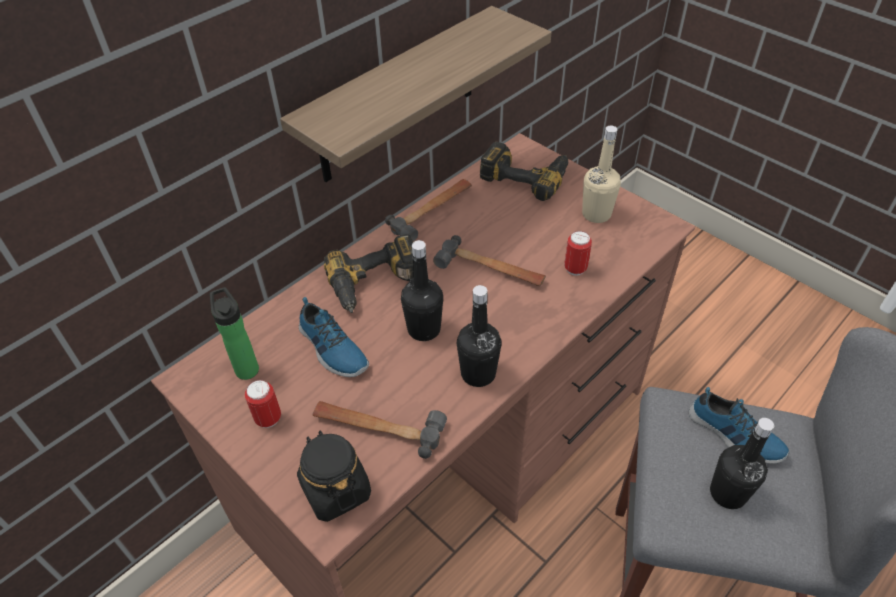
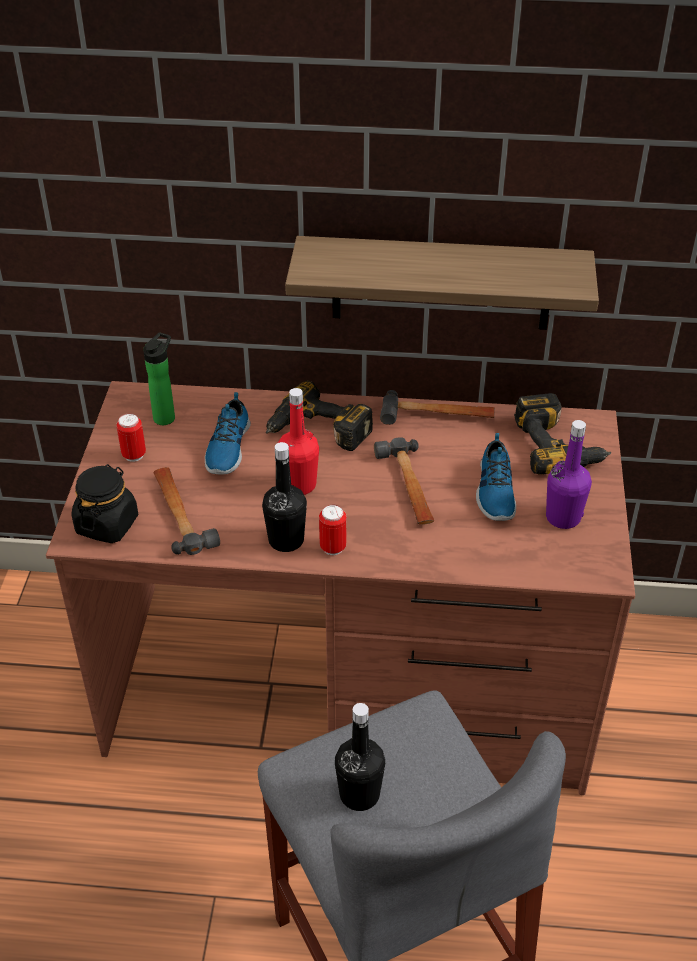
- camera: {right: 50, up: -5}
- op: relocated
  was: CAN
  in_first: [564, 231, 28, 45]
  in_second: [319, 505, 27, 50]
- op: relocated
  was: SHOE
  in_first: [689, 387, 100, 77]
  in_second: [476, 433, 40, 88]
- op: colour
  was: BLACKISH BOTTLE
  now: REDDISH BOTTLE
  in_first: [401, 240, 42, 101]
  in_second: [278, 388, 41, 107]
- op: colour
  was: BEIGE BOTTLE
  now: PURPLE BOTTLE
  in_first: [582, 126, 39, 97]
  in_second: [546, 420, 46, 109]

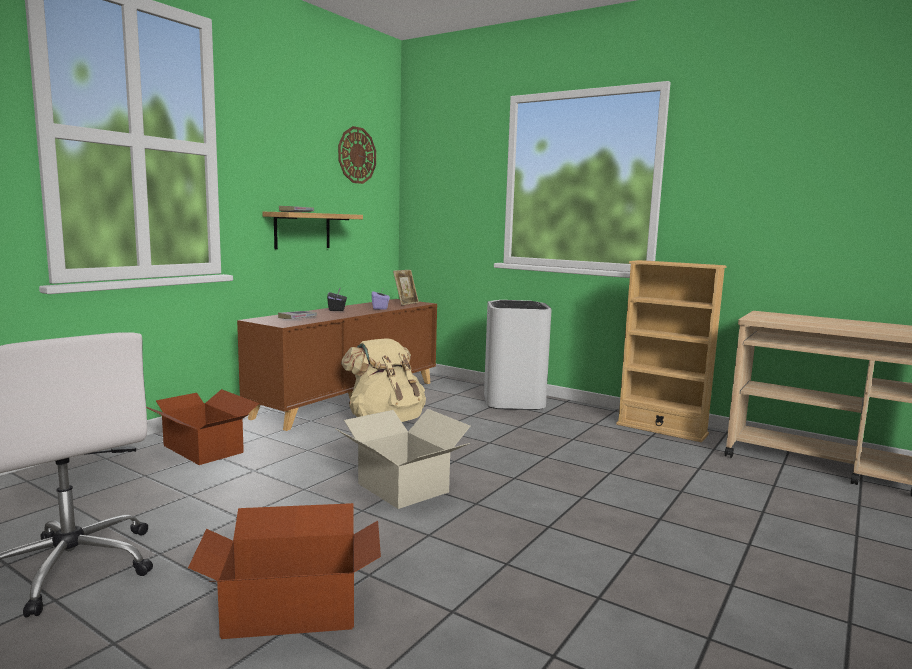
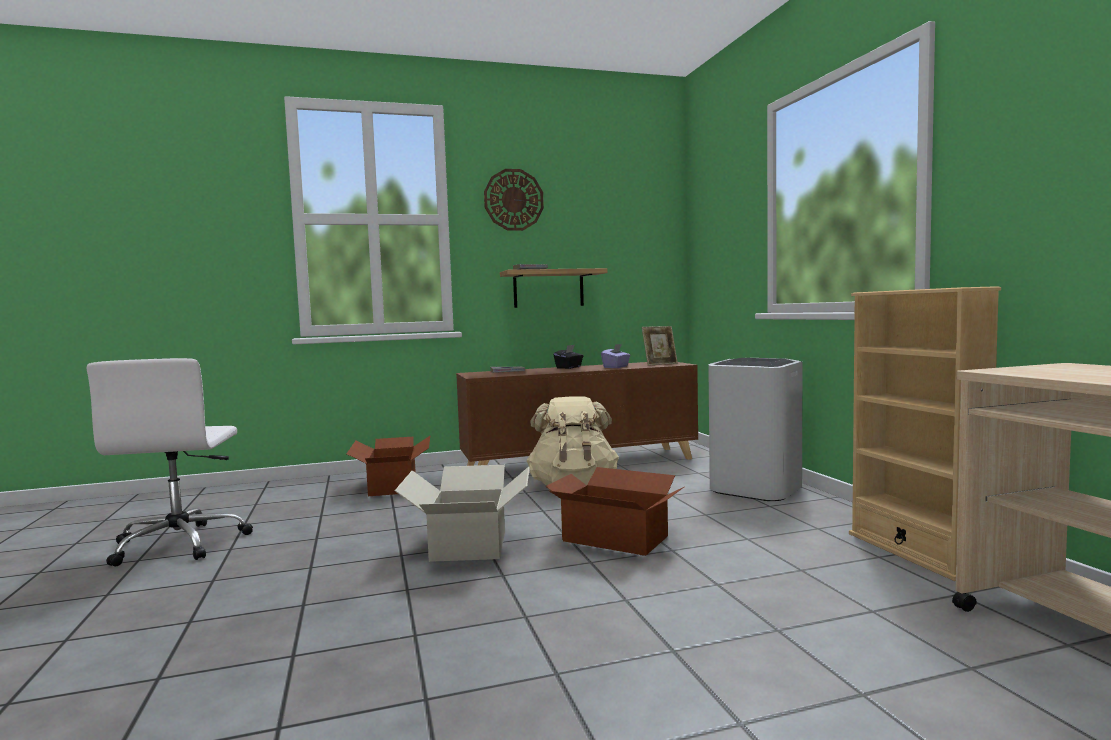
- camera: {right: 40, up: -5}
- op: relocated
  was: PACKING BOX
  in_first: [188, 503, 193, 136]
  in_second: [545, 467, 139, 89]
- op: relocated
  was: CLOCK ON THE WALL
  in_first: [338, 126, 38, 58]
  in_second: [484, 169, 60, 62]

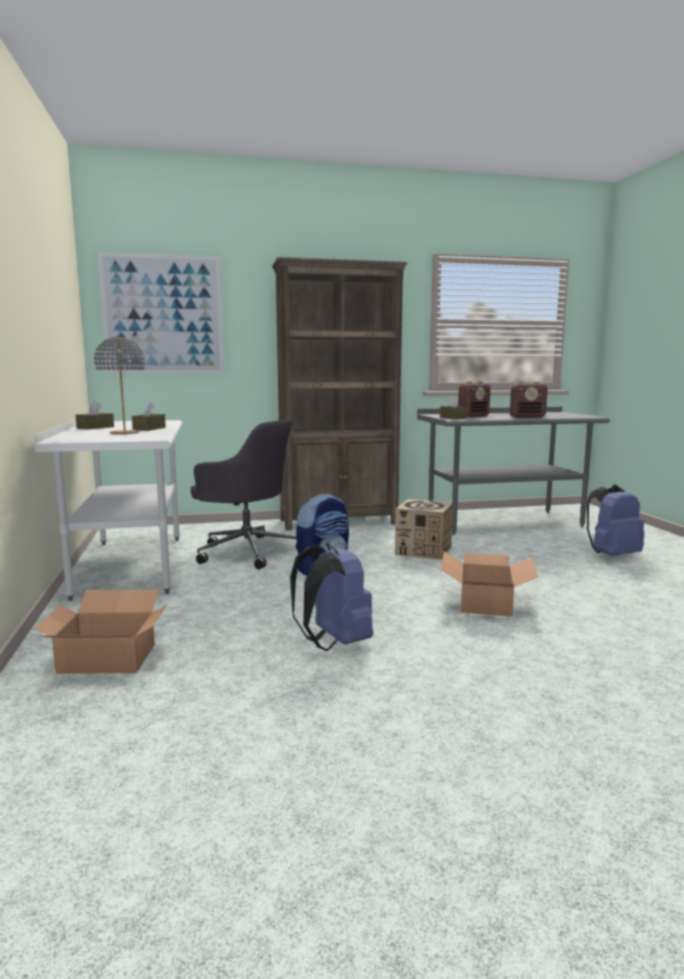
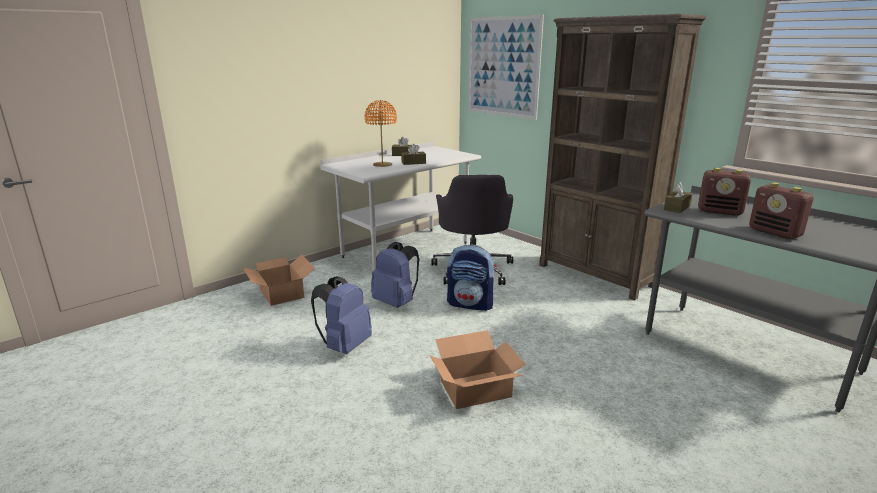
- camera: {right: 60, up: 10}
- op: missing
  was: PACKING BOX
  in_first: [395, 499, 58, 61]
- op: relocated
  was: BLUISH KNAPSACK
  in_first: [587, 484, 57, 72]
  in_second: [371, 242, 48, 66]
- op: colour
  was: GREY TABLE LAMP
  now: ORANGE-COLOURED TABLE LAMP
  in_first: [94, 336, 51, 98]
  in_second: [364, 100, 33, 67]

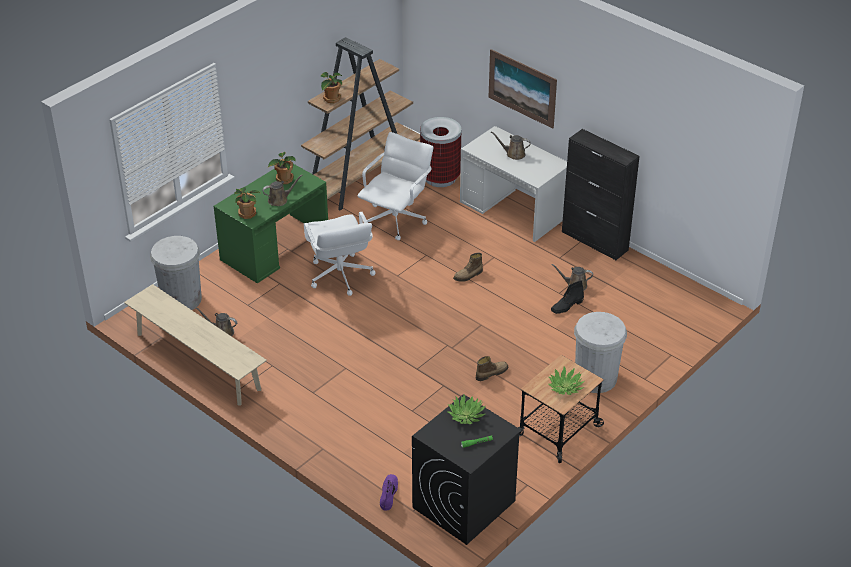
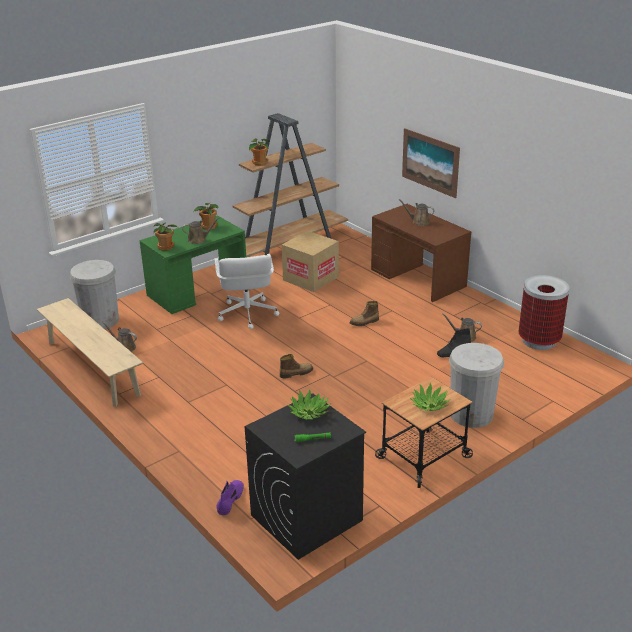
- camera: {right: 10, up: -10}
- op: missing
  was: BLACKISH CUPBOARD
  in_first: [562, 129, 78, 131]
- op: relocated
  was: TRASH CAN
  in_first: [420, 117, 41, 70]
  in_second: [518, 275, 51, 75]
- op: relocated
  was: BOOT
  in_first: [476, 356, 32, 25]
  in_second: [280, 354, 33, 24]
- op: exchanged
  was: WHITE DESK CHAIR
  now: PACKING BOX
  in_first: [357, 132, 76, 108]
  in_second: [282, 231, 57, 61]
- op: colour
  was: WHITE DESK
  now: BROWNISH DESK
  in_first: [460, 126, 107, 116]
  in_second: [371, 204, 100, 98]

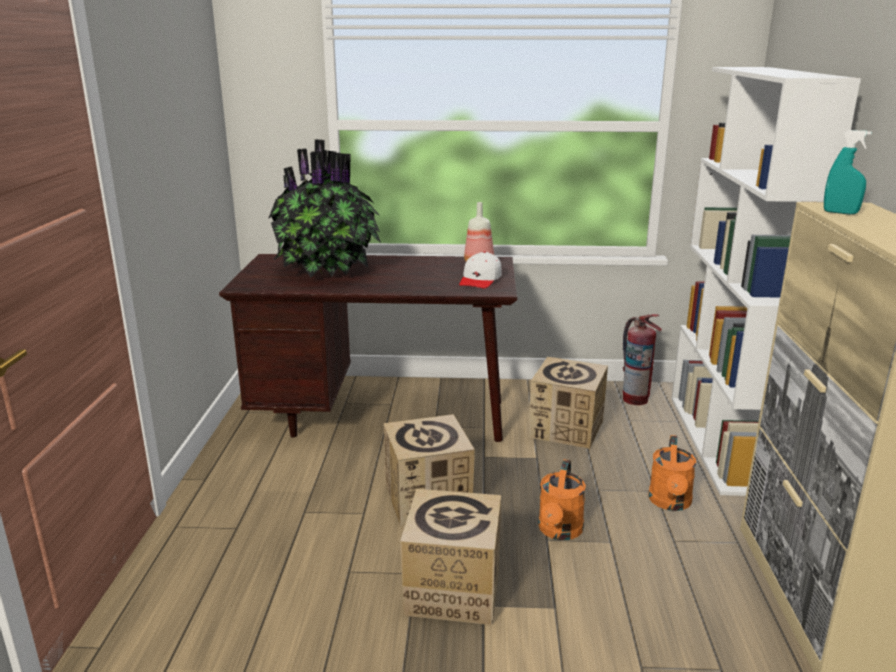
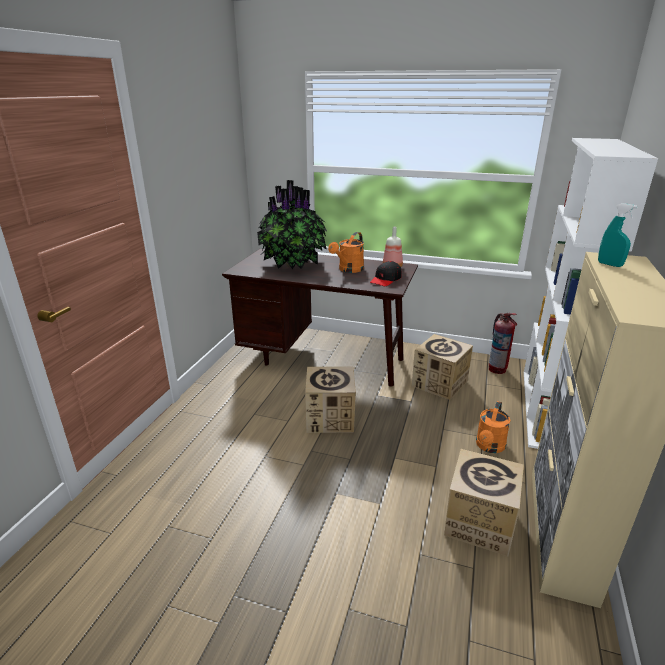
- camera: {right: 15, up: 5}
- op: relocated
  was: PACKING BOX
  in_first: [400, 489, 101, 136]
  in_second: [444, 449, 80, 107]
- op: relocated
  was: ORANGE-COLOURED WATERING CAN
  in_first: [538, 459, 48, 81]
  in_second: [328, 232, 36, 41]
- op: colour
  was: WHITE PEAKED CAP
  now: BLACKISH PEAKED CAP
  in_first: [459, 251, 42, 38]
  in_second: [370, 261, 31, 25]

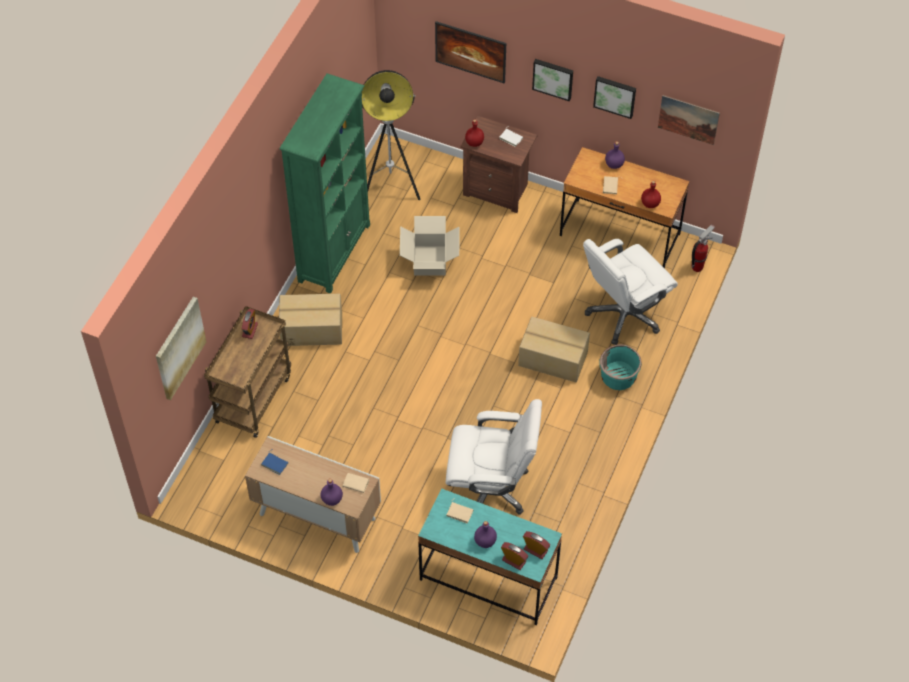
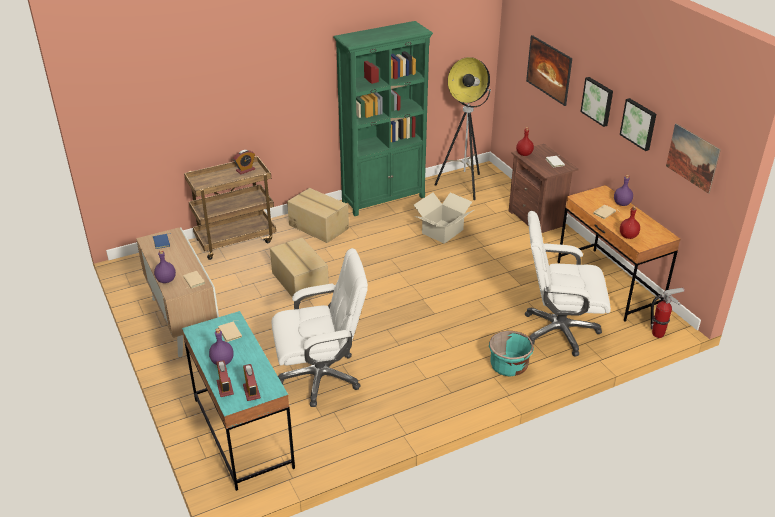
- camera: {right: 40, up: -20}
- op: missing
  was: WALL PICTURE
  in_first: [156, 297, 50, 103]
- op: relocated
  was: PACKING BOX
  in_first: [518, 317, 72, 65]
  in_second: [270, 238, 59, 62]
- op: spun
  was: WHITE DESK CHAIR
  in_first: [446, 399, 96, 116]
  in_second: [271, 248, 97, 159]
  clockwise: -60

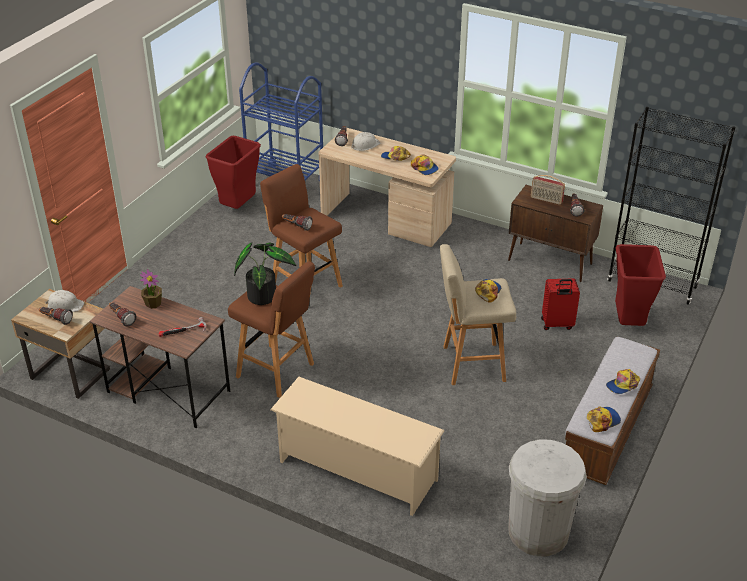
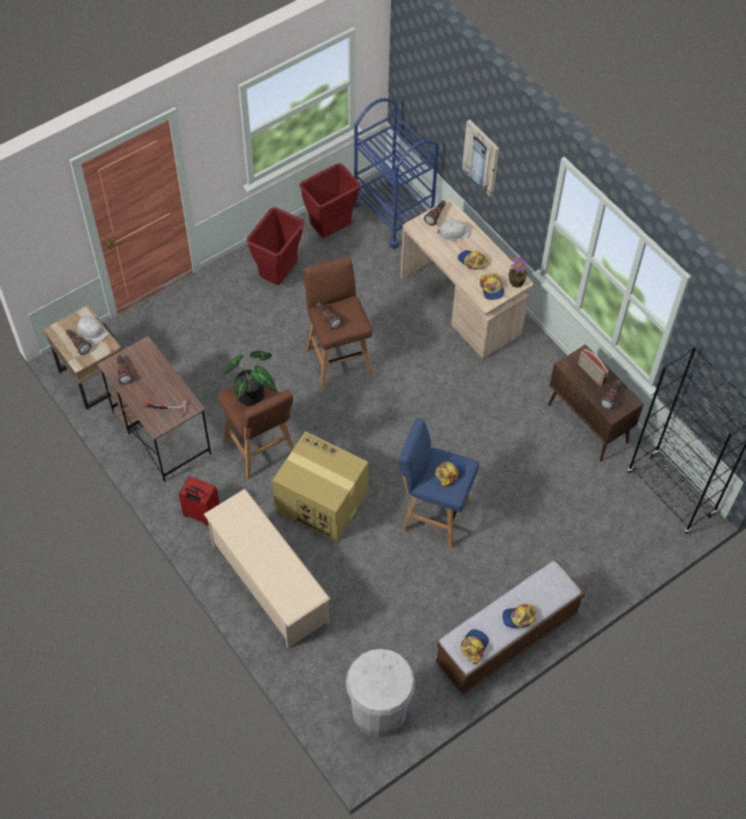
- camera: {right: 25, up: 20}
- op: appeared
  now: PACKING BOX
  in_second: [272, 431, 97, 111]
- op: appeared
  now: WALL PICTURE
  in_second: [462, 120, 37, 77]
- op: relocated
  was: PLANT IN A POT
  in_first: [140, 269, 22, 40]
  in_second: [508, 255, 20, 33]
- op: relocated
  was: REDDISH PIECE OF LUGGAGE
  in_first: [541, 278, 39, 52]
  in_second: [179, 476, 40, 50]
- op: relocated
  was: REDDISH TRASH CAN
  in_first: [615, 244, 51, 82]
  in_second: [247, 207, 57, 78]
- op: colour
  was: BEIGE STOOL
  now: BLUISH STOOL
  in_first: [440, 244, 76, 141]
  in_second: [398, 418, 81, 130]
- op: spun
  was: PEAKED CAP
  in_first: [587, 407, 34, 25]
  in_second: [461, 629, 28, 35]
  clockwise: -60

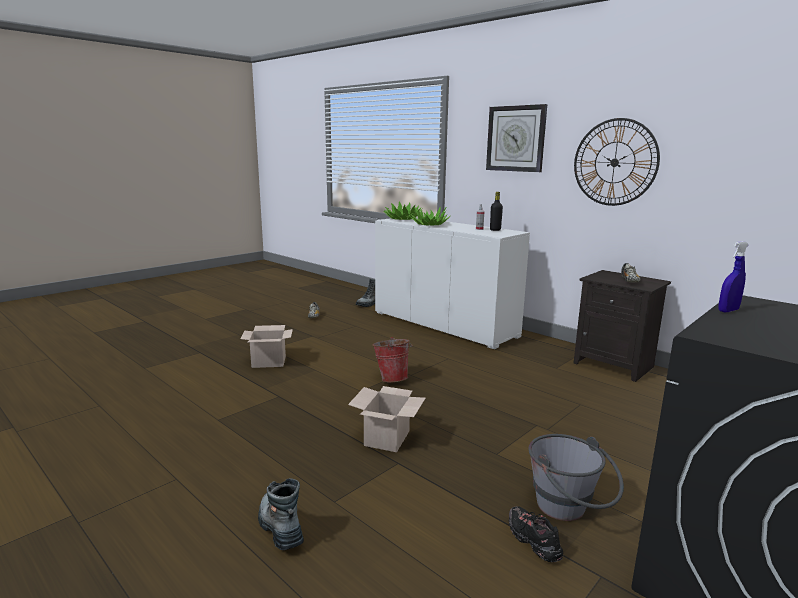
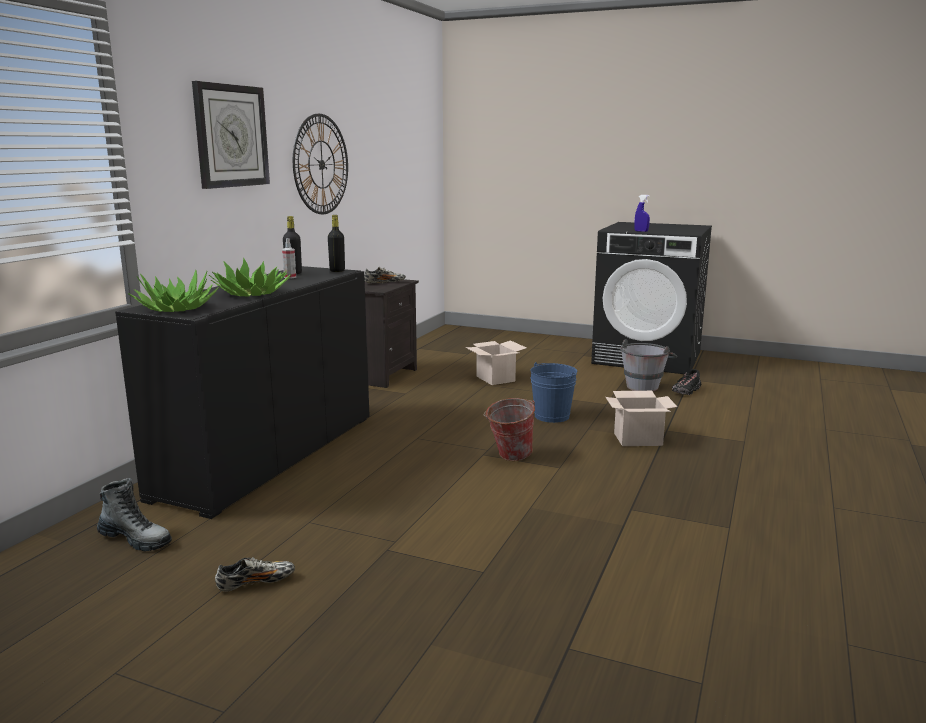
- camera: {right: -110, up: 0}
- op: missing
  was: BOOT
  in_first: [258, 478, 46, 72]
- op: appeared
  now: BLACKISH BOTTLE
  in_second: [328, 215, 17, 57]
- op: appeared
  now: BLUISH WATER BUCKET
  in_second: [530, 362, 47, 61]
- op: relocated
  was: PACKING BOX
  in_first: [241, 325, 52, 43]
  in_second: [465, 340, 61, 45]
- op: colour
  was: WHITE CUPBOARD
  now: BLACKISH CUPBOARD
  in_first: [375, 218, 155, 131]
  in_second: [115, 266, 255, 253]

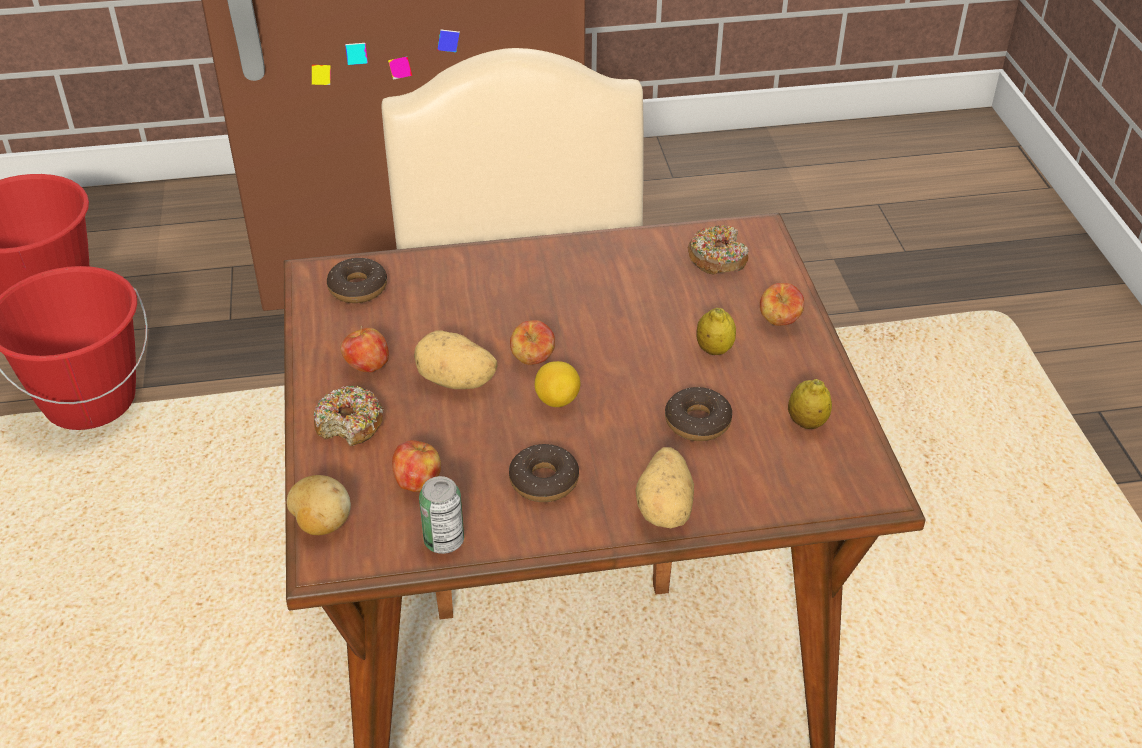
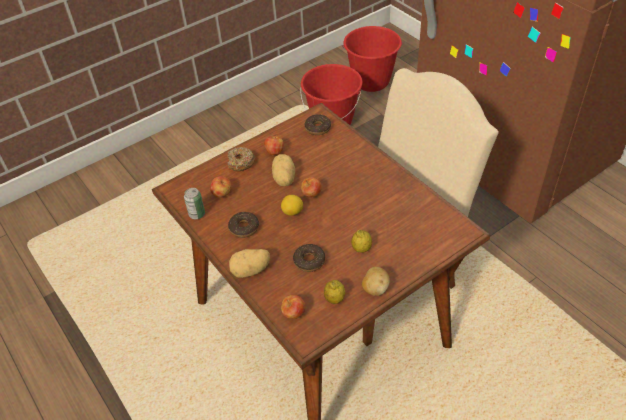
- camera: {right: 65, up: 5}
- op: missing
  was: RING DOUGHNUT
  in_first: [687, 225, 61, 50]
- op: relocated
  was: SPUD
  in_first: [287, 475, 64, 60]
  in_second: [362, 267, 28, 29]
- op: relocated
  was: WHOLE APPLE
  in_first: [760, 283, 44, 43]
  in_second: [281, 295, 25, 24]

